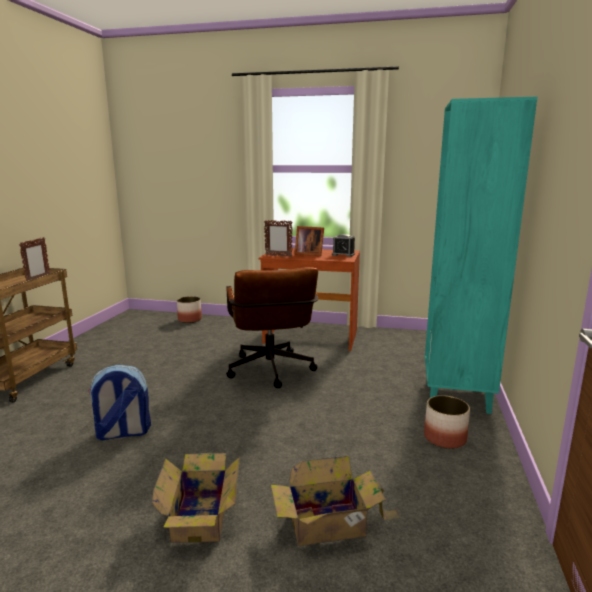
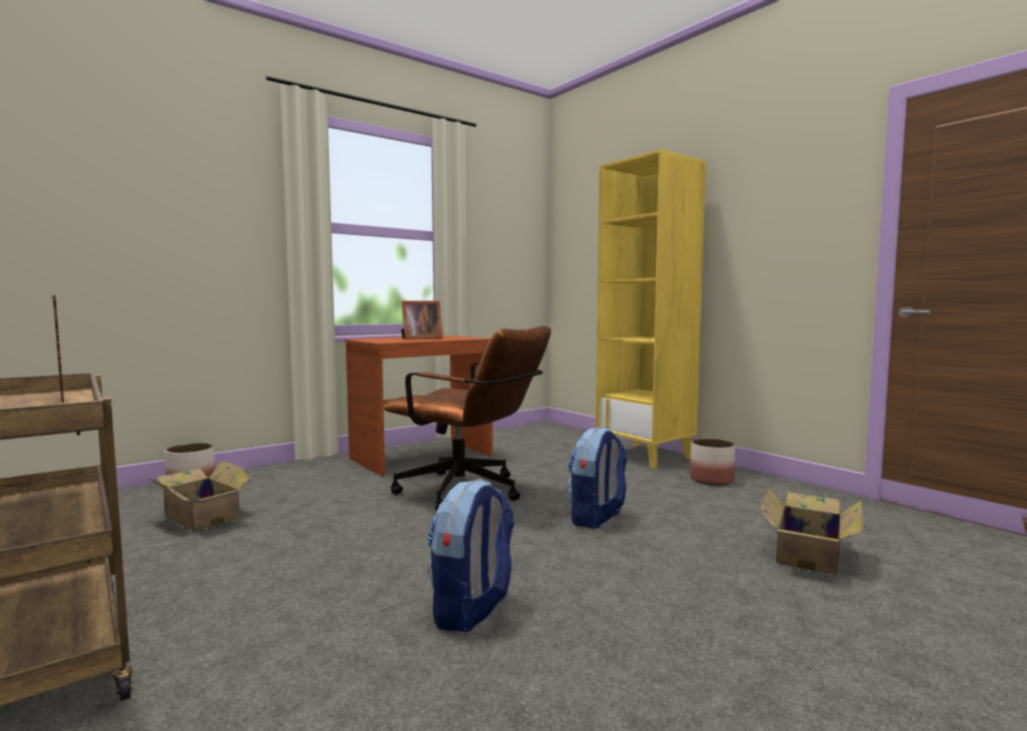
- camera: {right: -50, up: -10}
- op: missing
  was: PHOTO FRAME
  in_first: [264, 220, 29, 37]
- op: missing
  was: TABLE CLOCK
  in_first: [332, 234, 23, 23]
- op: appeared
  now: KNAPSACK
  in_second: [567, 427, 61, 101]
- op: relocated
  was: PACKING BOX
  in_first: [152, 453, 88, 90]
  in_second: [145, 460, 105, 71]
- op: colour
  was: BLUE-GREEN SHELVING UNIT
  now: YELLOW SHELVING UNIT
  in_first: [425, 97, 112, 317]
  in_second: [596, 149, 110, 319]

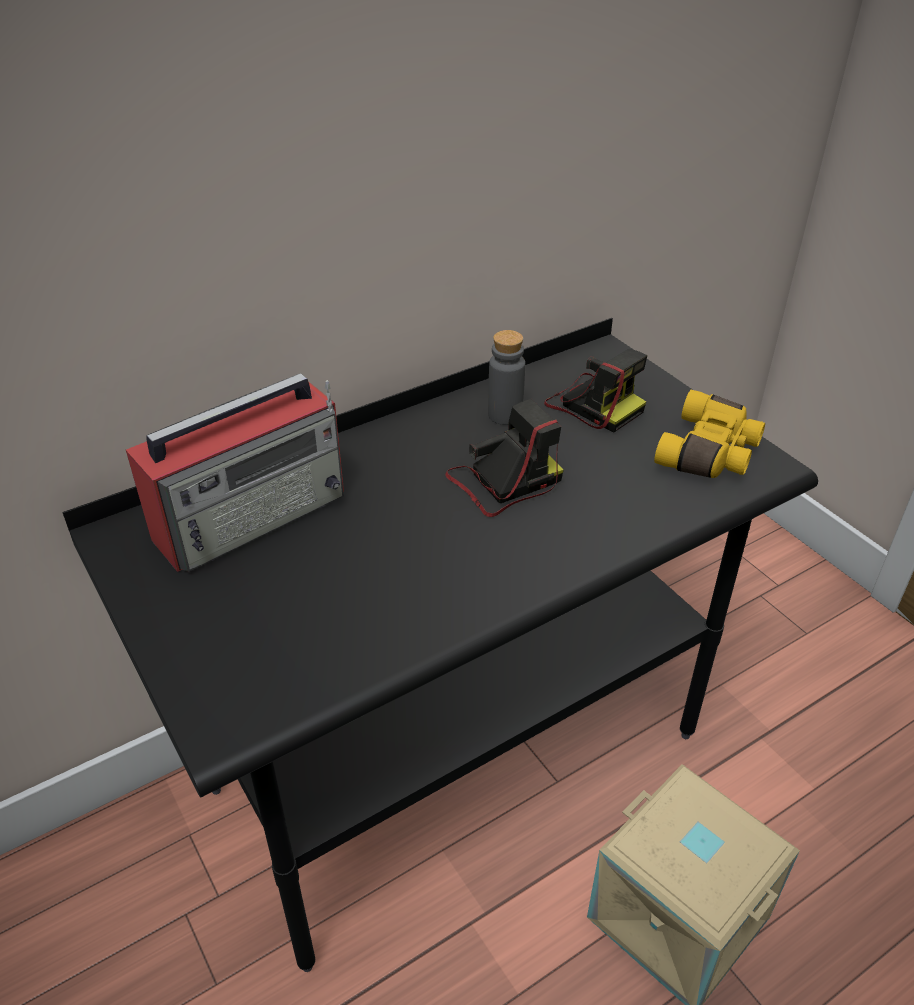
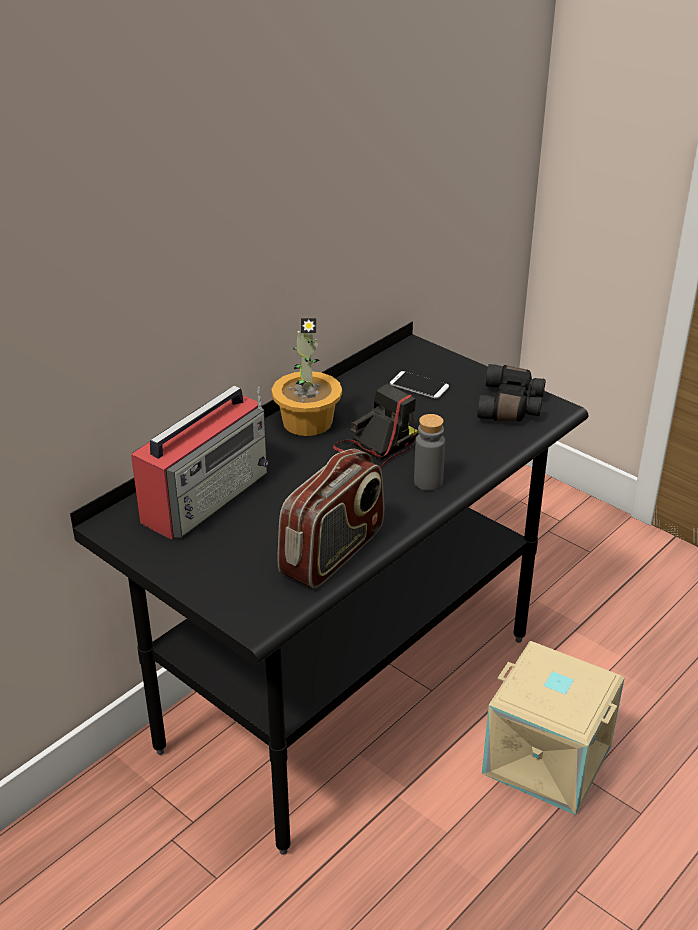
- camera: {right: -15, up: -5}
- op: appeared
  now: PLANT IN A POT
  in_second: [271, 318, 71, 118]
- op: appeared
  now: RADIO SET
  in_second: [277, 449, 107, 140]
- op: relocated
  was: GREY BOTTLE
  in_first: [488, 330, 37, 95]
  in_second: [414, 414, 31, 77]
- op: exchanged
  was: PHOTO CAMERA
  now: PHONE
  in_first: [544, 349, 103, 84]
  in_second: [390, 371, 59, 28]
- op: colour
  was: YELLOW PAIR OF BINOCULARS
  now: BLACKISH PAIR OF BINOCULARS
  in_first: [654, 390, 111, 88]
  in_second: [478, 364, 68, 58]

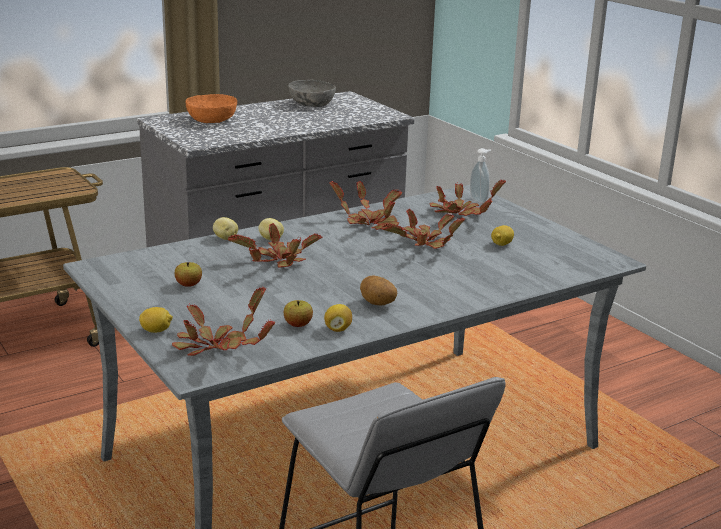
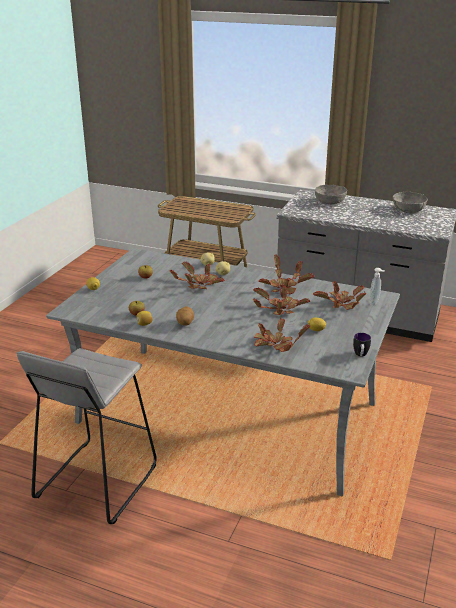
- camera: {right: 55, up: 5}
- op: appeared
  now: TEA MUG
  in_second: [353, 333, 18, 24]
- op: relocated
  was: PLANT IN A POT
  in_first: [172, 287, 103, 69]
  in_second: [254, 319, 56, 33]
- op: colour
  was: ORANGE-COLOURED DEEP DISH
  now: GREY DEEP DISH
  in_first: [186, 94, 51, 29]
  in_second: [315, 185, 32, 20]

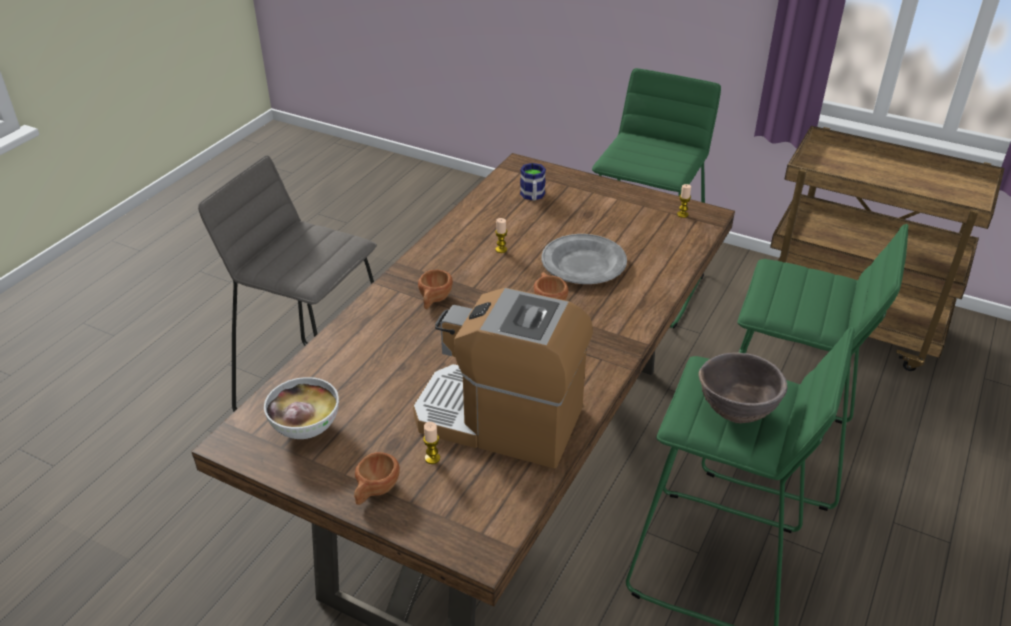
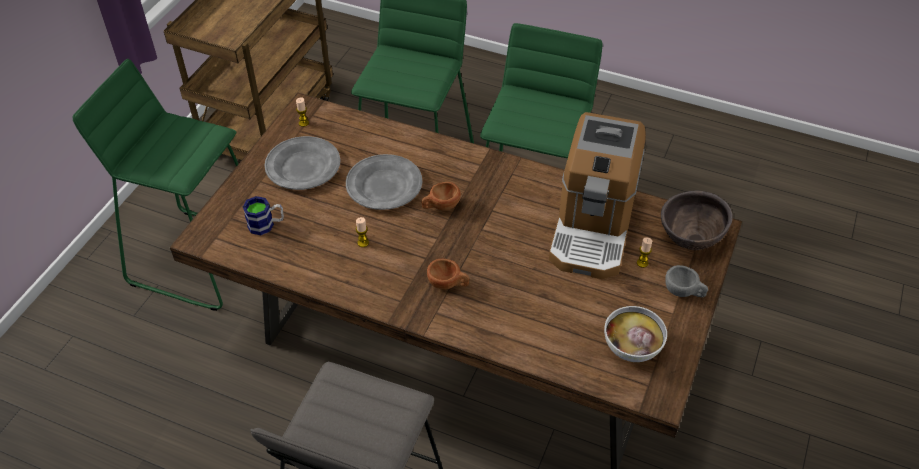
- camera: {right: -95, up: 10}
- op: appeared
  now: GREY DINNER PLATE
  in_second: [265, 136, 75, 54]
- op: relocated
  was: BROWNISH DEEP DISH
  in_first: [698, 353, 89, 70]
  in_second: [661, 190, 72, 60]
- op: colour
  was: BROWNISH DRINKING CUP
  now: GREY DRINKING CUP
  in_first: [354, 452, 46, 53]
  in_second: [665, 265, 43, 32]

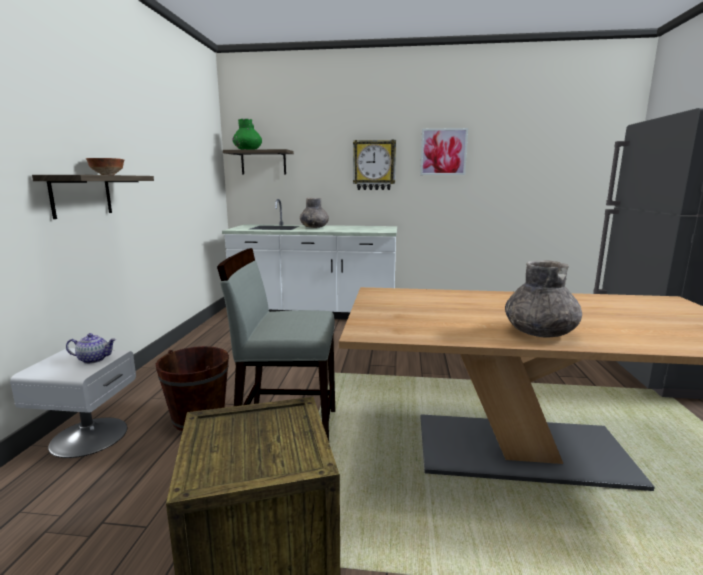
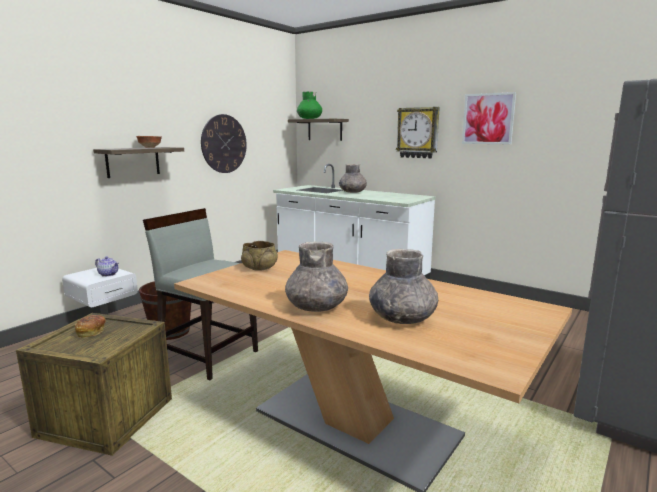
- camera: {right: 30, up: 0}
- op: appeared
  now: BAKED BREAD
  in_second: [75, 315, 31, 23]
- op: appeared
  now: CLOCK ON THE WALL
  in_second: [201, 114, 46, 59]
- op: appeared
  now: BEIGE DEEP DISH
  in_second: [241, 241, 37, 30]
- op: appeared
  now: GREY DECORATIVE VASE
  in_second: [369, 249, 69, 75]

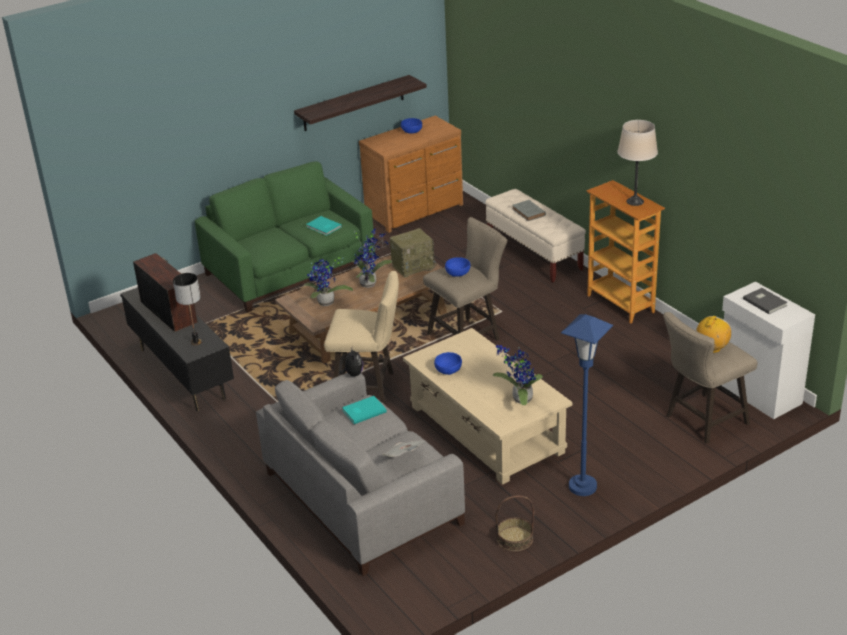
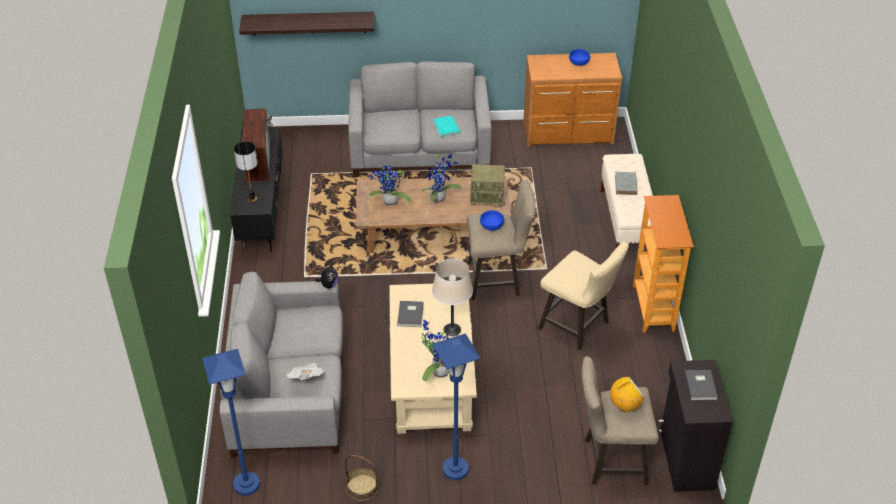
- camera: {right: 30, up: 10}
- op: missing
  was: BLUE-GREEN BOOK
  in_first: [342, 396, 45, 28]
- op: appeared
  now: BLUISH FLOOR LAMP
  in_second: [202, 349, 58, 147]
- op: relocated
  was: WALL SHELF
  in_first: [294, 75, 133, 56]
  in_second: [239, 12, 135, 24]
- op: relocated
  was: BEIGE STOOL
  in_first: [324, 271, 75, 133]
  in_second: [538, 242, 91, 108]
- op: relocated
  was: BEIGE TABLE LAMP
  in_first: [617, 120, 41, 86]
  in_second: [432, 258, 41, 78]
- op: exchanged
  was: BLUISH DEEP DISH
  now: GREY BOOK
  in_first: [434, 352, 28, 23]
  in_second: [397, 301, 27, 26]
- op: colour
  was: GREEN-COLOURED SETTEE
  now: GREY SETTEE
  in_first: [195, 161, 180, 152]
  in_second: [348, 62, 143, 115]
- op: colour
  was: WHITE CUPBOARD
  now: BLACKISH CUPBOARD
  in_first: [721, 281, 94, 138]
  in_second: [657, 360, 76, 132]

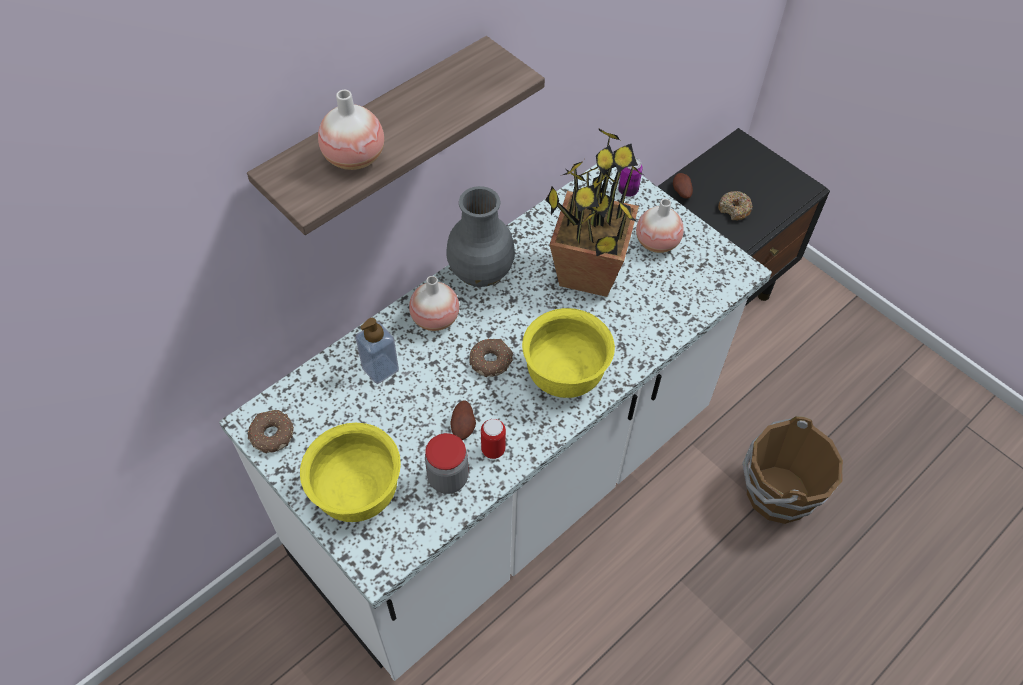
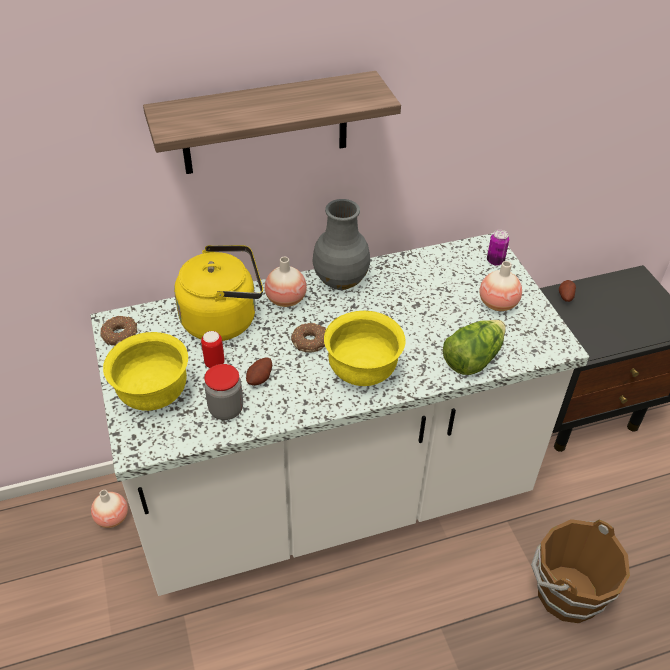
- camera: {right: 25, up: -10}
- op: missing
  was: PLANT IN A POT
  in_first: [546, 128, 98, 169]
- op: missing
  was: RING DOUGHNUT
  in_first: [718, 191, 35, 30]
- op: appeared
  now: HEAD OF LETTUCE
  in_second: [443, 320, 63, 55]
- op: relocated
  was: DECORATIVE VASE
  in_first: [318, 90, 66, 80]
  in_second: [91, 490, 37, 38]
- op: relocated
  was: CAN
  in_first: [481, 419, 25, 40]
  in_second: [201, 331, 24, 37]
- op: exchanged
  was: LIQUID SOAP BOTTLE
  now: YELLOW KETTLE
  in_first: [355, 318, 44, 66]
  in_second: [174, 245, 89, 96]

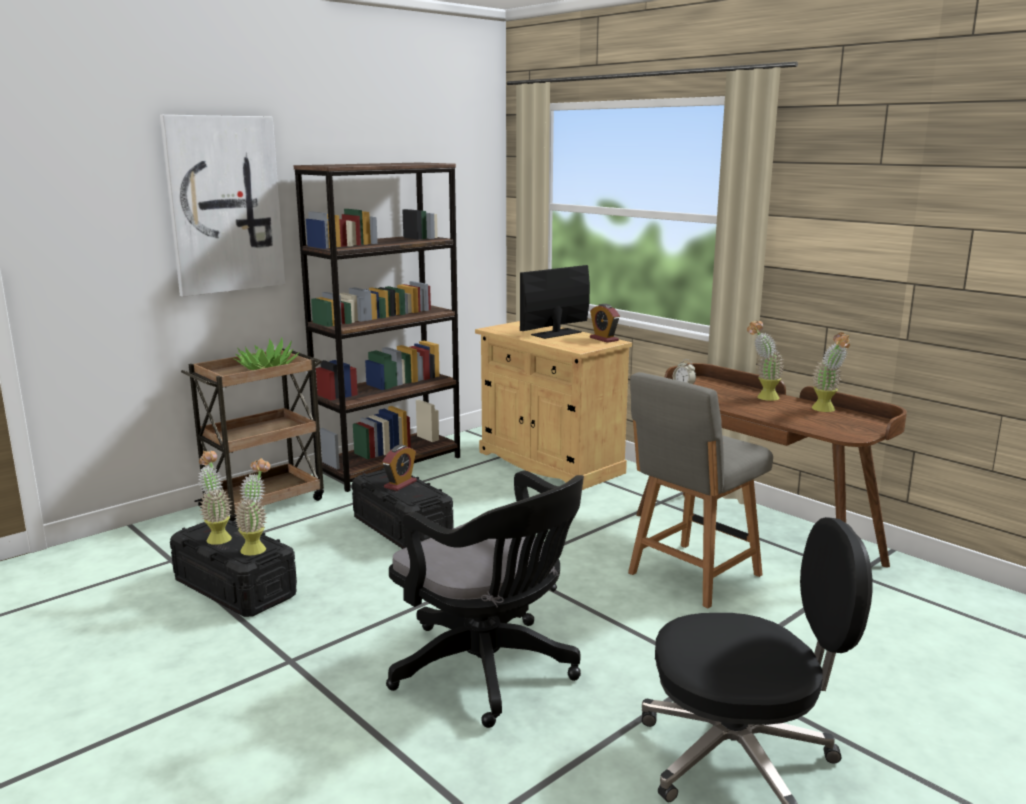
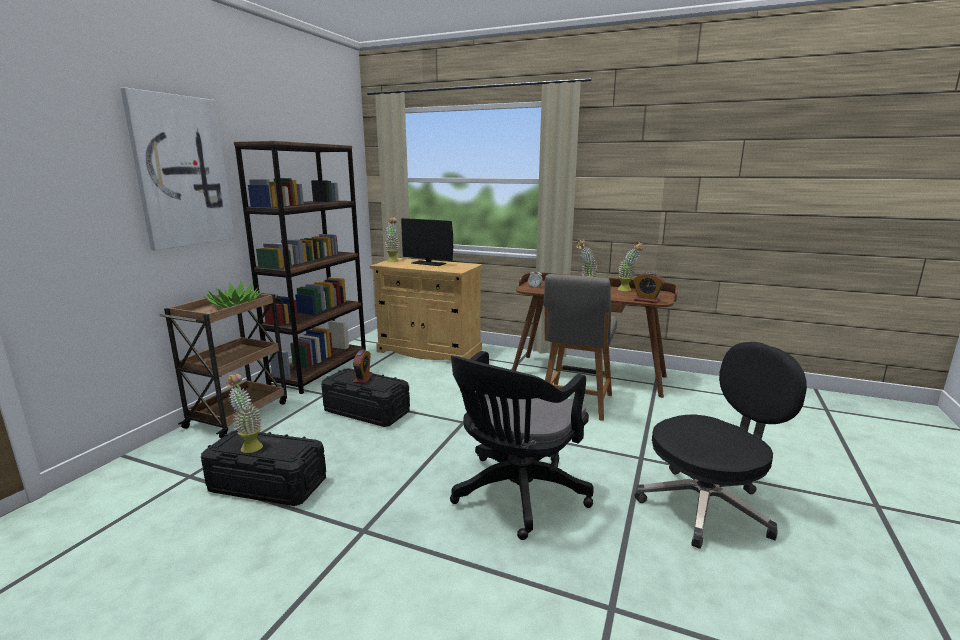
- camera: {right: -25, up: 0}
- op: relocated
  was: PLANT IN A POT
  in_first: [234, 458, 36, 98]
  in_second: [384, 217, 15, 45]
- op: relocated
  was: TABLE CLOCK
  in_first: [590, 304, 30, 39]
  in_second: [633, 272, 32, 31]
- op: spun
  was: BLACKISH DESK CHAIR
  in_first: [386, 470, 198, 258]
  in_second: [450, 351, 144, 189]
  clockwise: 105
- op: spun
  was: COMPUTER DISPLAY
  in_first: [520, 265, 70, 74]
  in_second: [401, 218, 52, 48]
  clockwise: -90

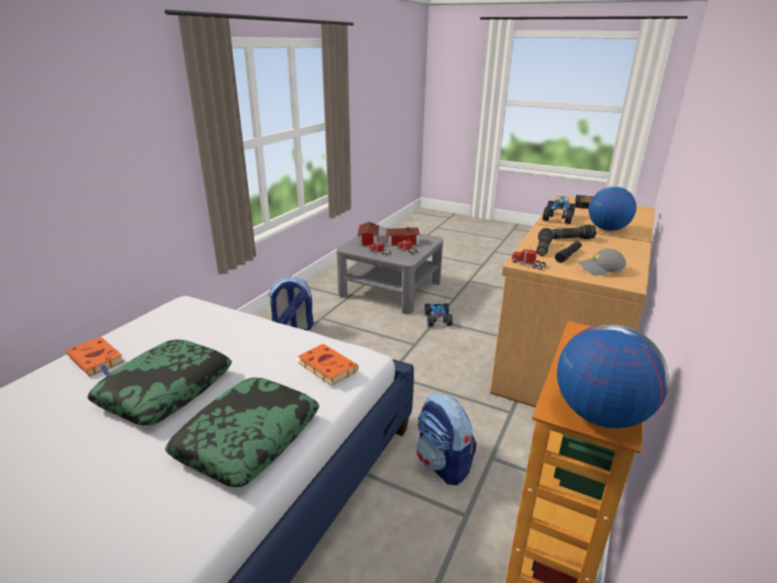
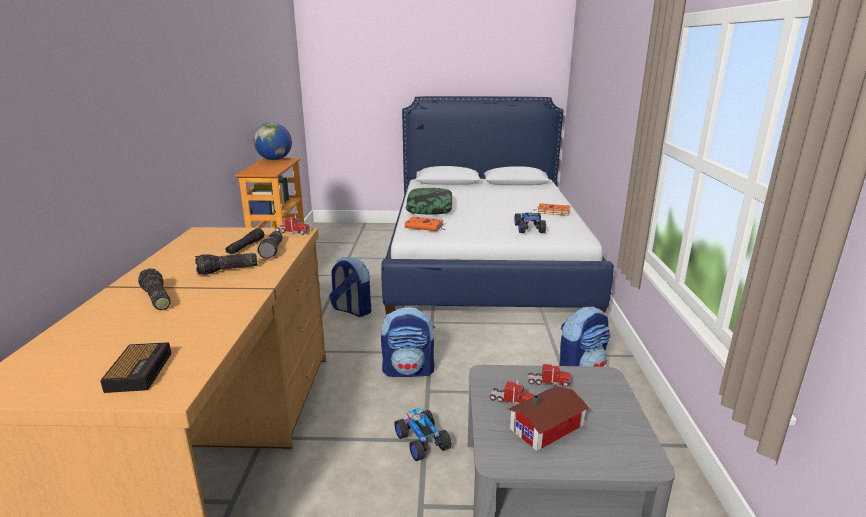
- camera: {right: 155, up: -5}
- op: missing
  was: THROW PILLOW
  in_first: [88, 340, 144, 85]
- op: missing
  was: TOY HOUSE
  in_first: [357, 222, 22, 24]
- op: missing
  was: GREY PEAKED CAP
  in_first: [578, 249, 48, 27]
- op: appeared
  now: KNAPSACK
  in_second: [381, 307, 54, 70]
- op: relocated
  was: MINIATURE CAR
  in_first: [543, 196, 33, 28]
  in_second: [514, 213, 32, 20]
- op: exchanged
  was: DESK GLOBE
  now: TORCH
  in_first: [589, 186, 48, 45]
  in_second: [138, 268, 33, 42]

